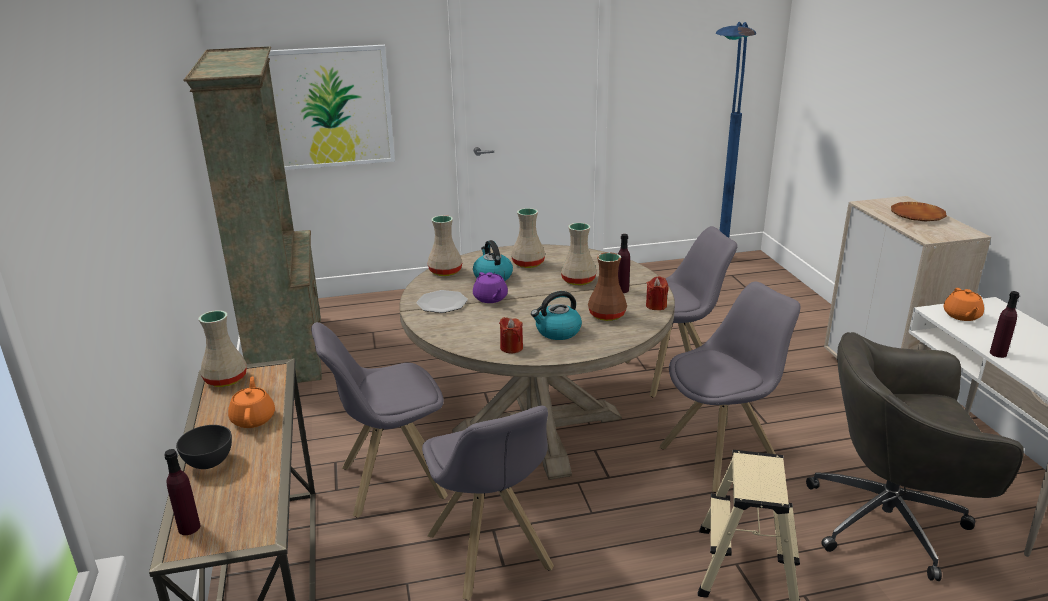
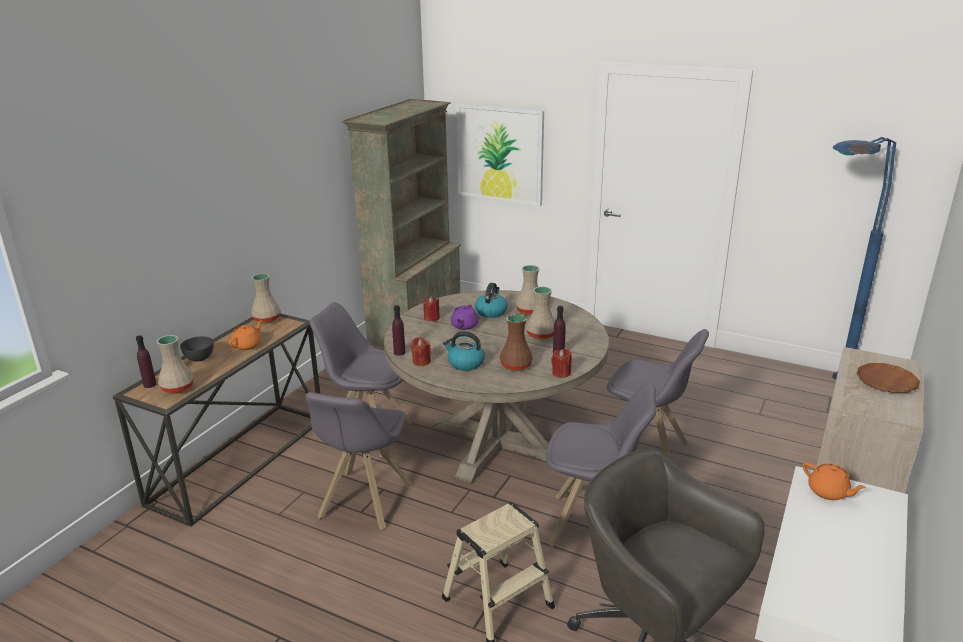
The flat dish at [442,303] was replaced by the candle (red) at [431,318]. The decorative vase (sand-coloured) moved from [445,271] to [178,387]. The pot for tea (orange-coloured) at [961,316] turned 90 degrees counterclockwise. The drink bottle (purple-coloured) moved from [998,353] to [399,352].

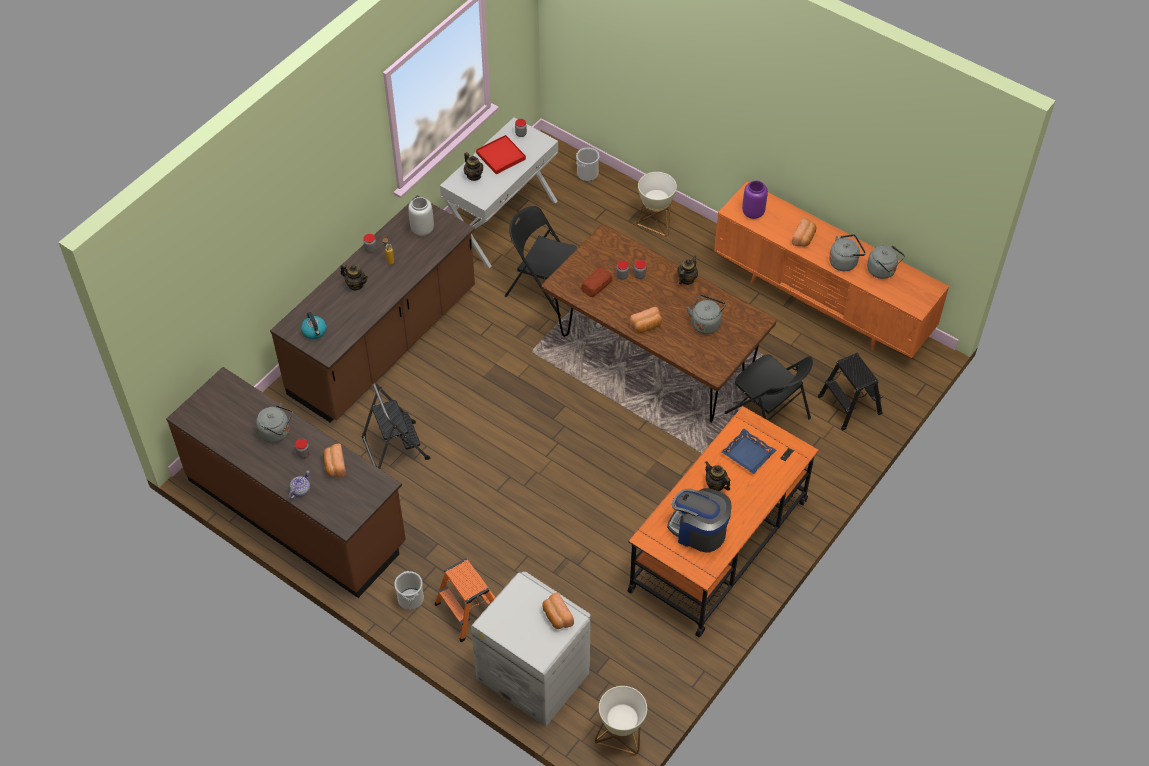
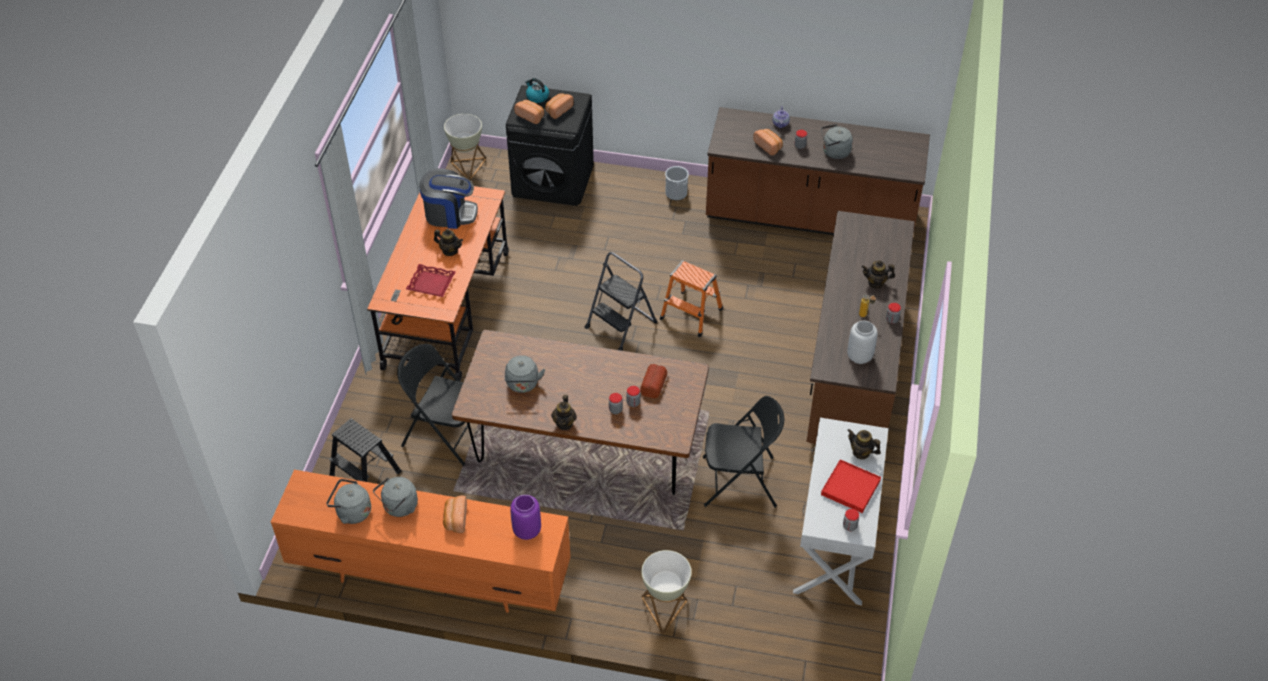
The kettle moved from [314,331] to [537,97]. The step ladder (black-coloured) moved from [392,448] to [623,323]. The step ladder (orange-coloured) moved from [469,610] to [691,313]. The laundry appliance (whitish) at [534,672] became the laundry appliance (black-coloured) at [552,182]. The water bucket at [587,173] disappeared. The bread moved from [646,326] to [558,110]. The serving tray (blue) at [747,454] became the serving tray (red) at [431,283].

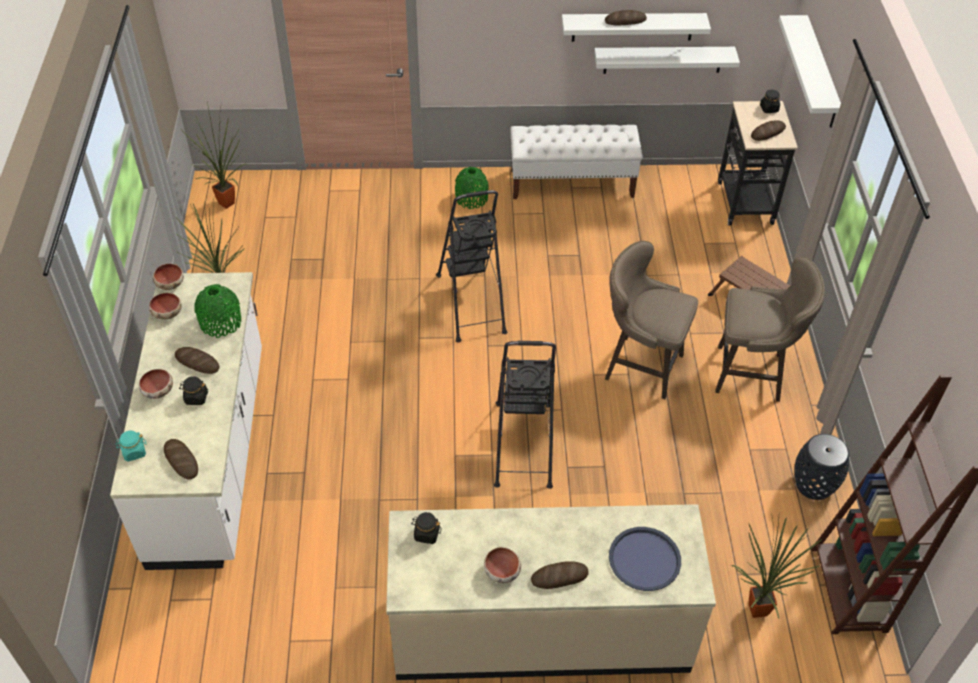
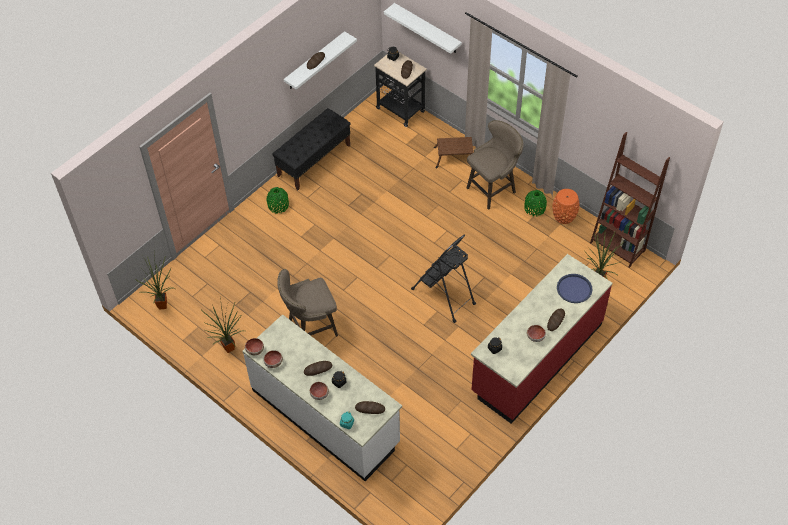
The decorative vase (green) moved from [221,322] to [534,208]. The kitchen counter (sand-coloured) at [540,628] became the kitchen counter (red) at [536,358]. The step ladder at [471,304] disappeared. The indoor bench (whitish) at [572,183] became the indoor bench (black-coloured) at [314,160]. The wall shelf (whitish) at [663,59] disappeared. The stool seat (sand-coloured) moved from [640,365] to [310,329]. The stool seat (black-coloured) at [814,484] became the stool seat (orange-coloured) at [564,216].

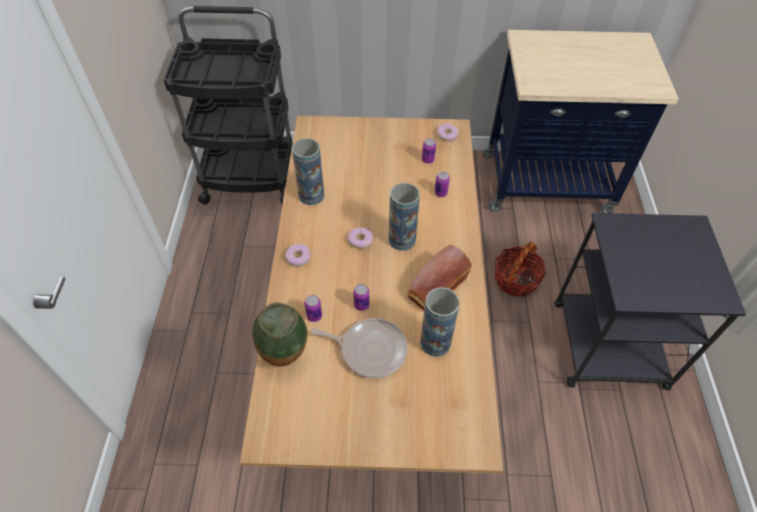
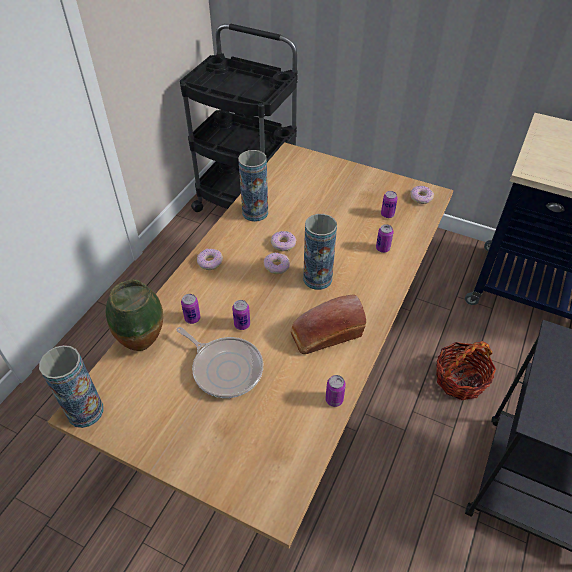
The decorative vase moved from [435,342] to [85,411]. The ring doughnut at [283,244] appeared. The can at [334,399] appeared.

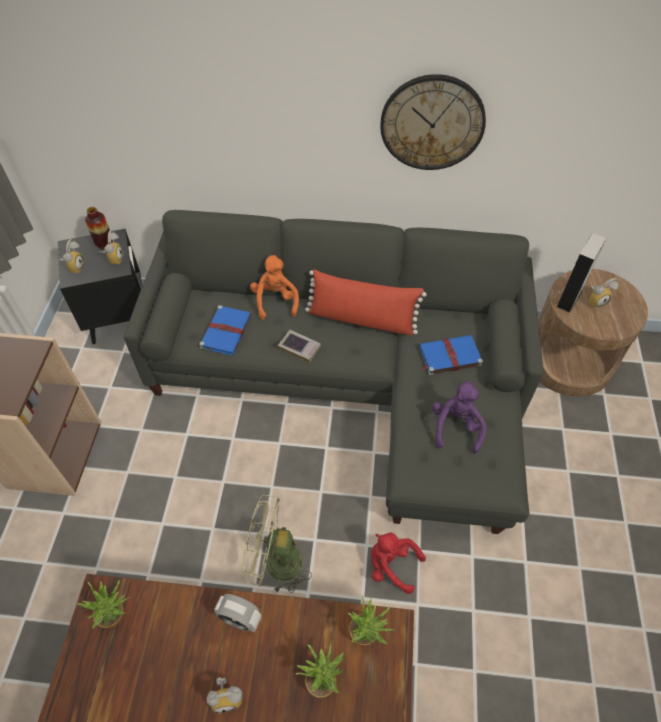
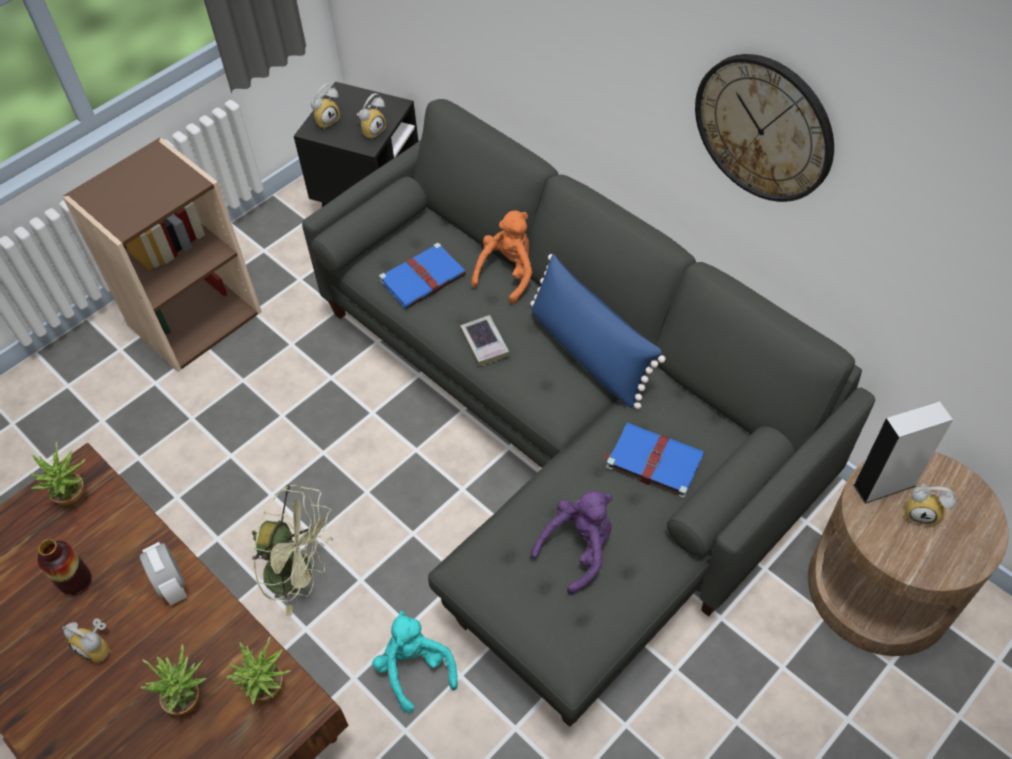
The decorative vase moved from [104,244] to [77,582]. The cooling fan (green) at [275,563] turned 150 degrees clockwise. The cushion (red) at [362,319] became the cushion (blue) at [589,353]. The soft toy (red) at [391,566] became the soft toy (blue-green) at [415,668].

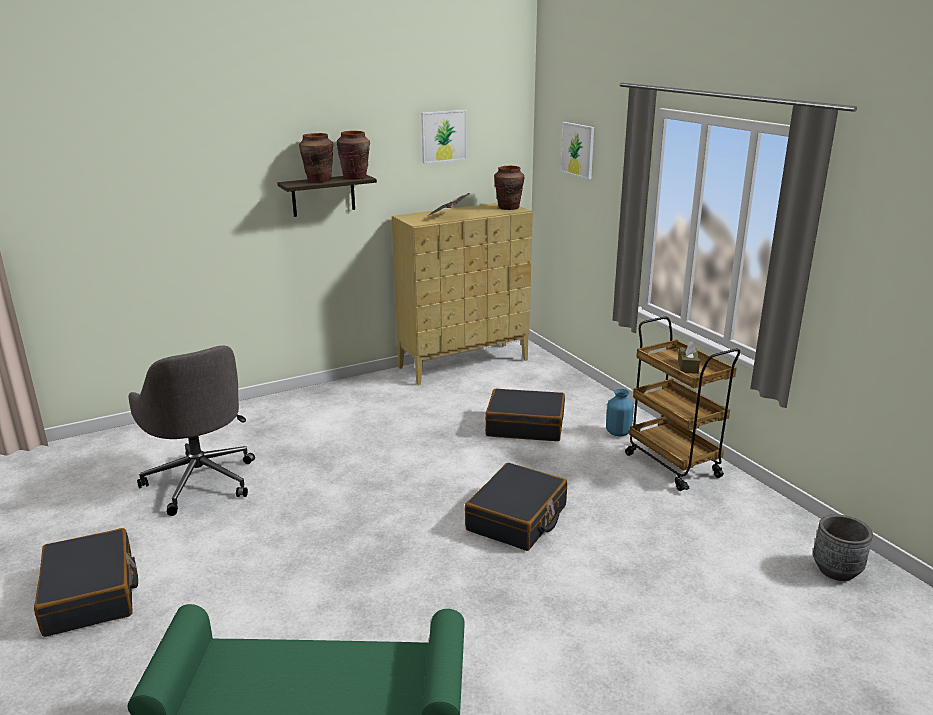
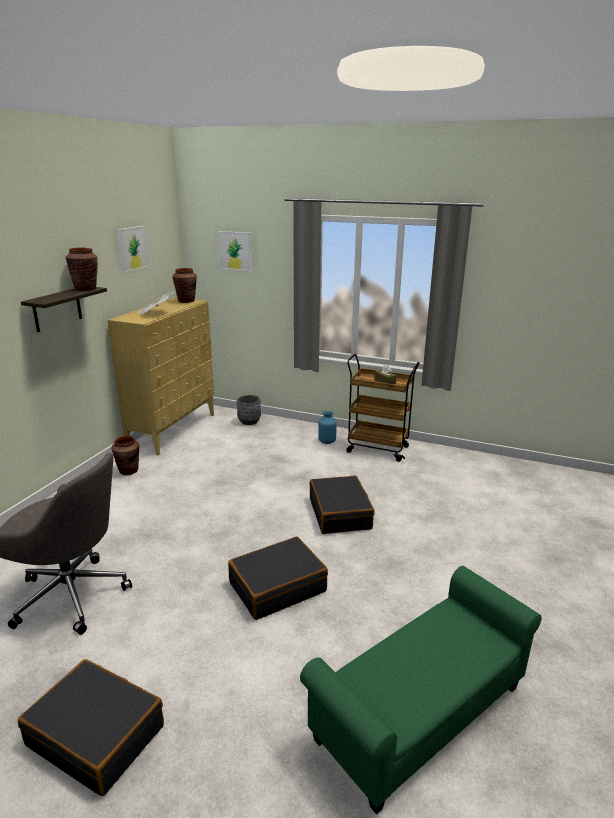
The decorative vase (brown) moved from [319,180] to [128,471]. The suitcase (black-coloured) moved from [525,426] to [277,587]. The planter (gray) moved from [836,570] to [249,421].

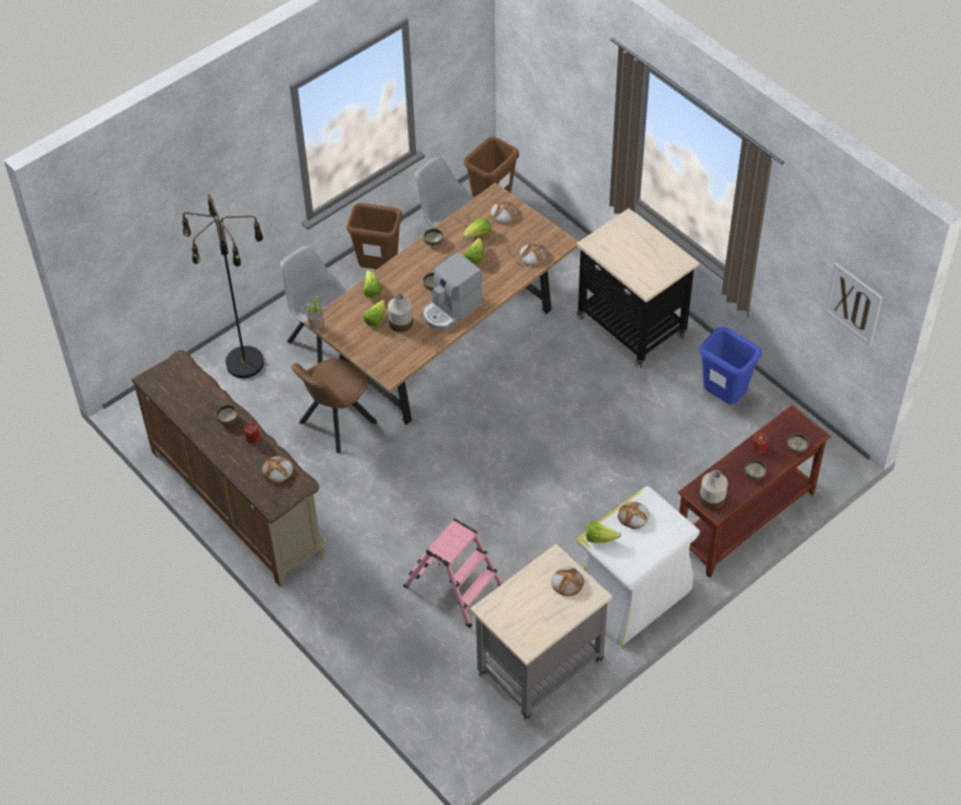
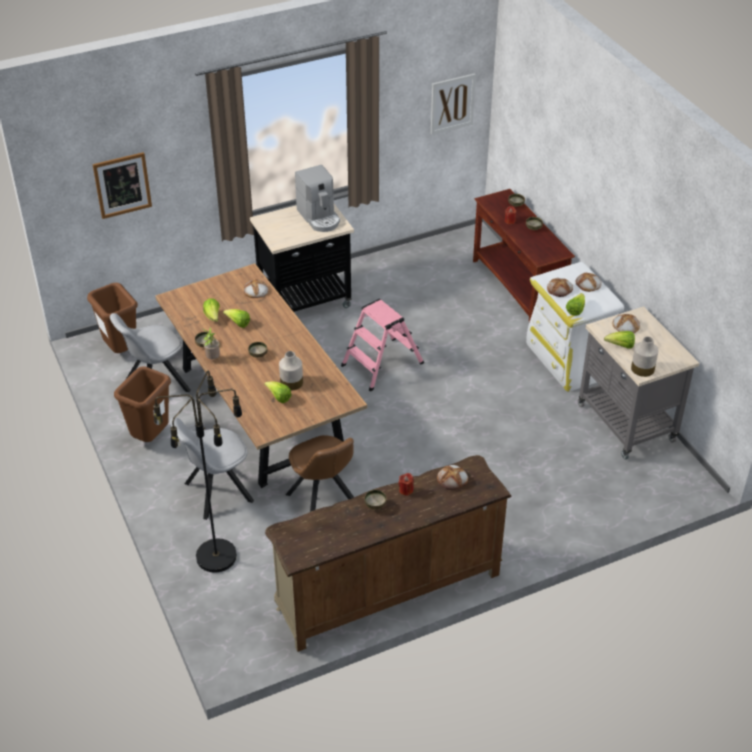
The potted plant moved from [317,327] to [212,359]. The head of lettuce moved from [371,290] to [620,346]. The step ladder (pinkish) moved from [453,586] to [382,364]. The coffee maker moved from [451,310] to [319,217]. The bread moved from [503,214] to [588,284]. The waste bin (blue) at [724,398] disappeared. The decorative vase (sand-coloured) moved from [712,498] to [642,368]. The wall art at [122,185] appeared.

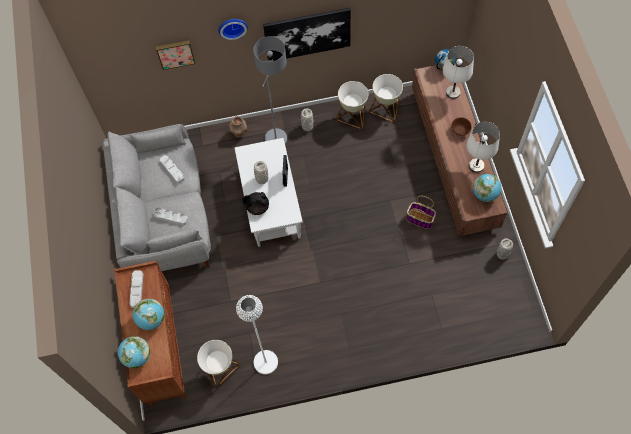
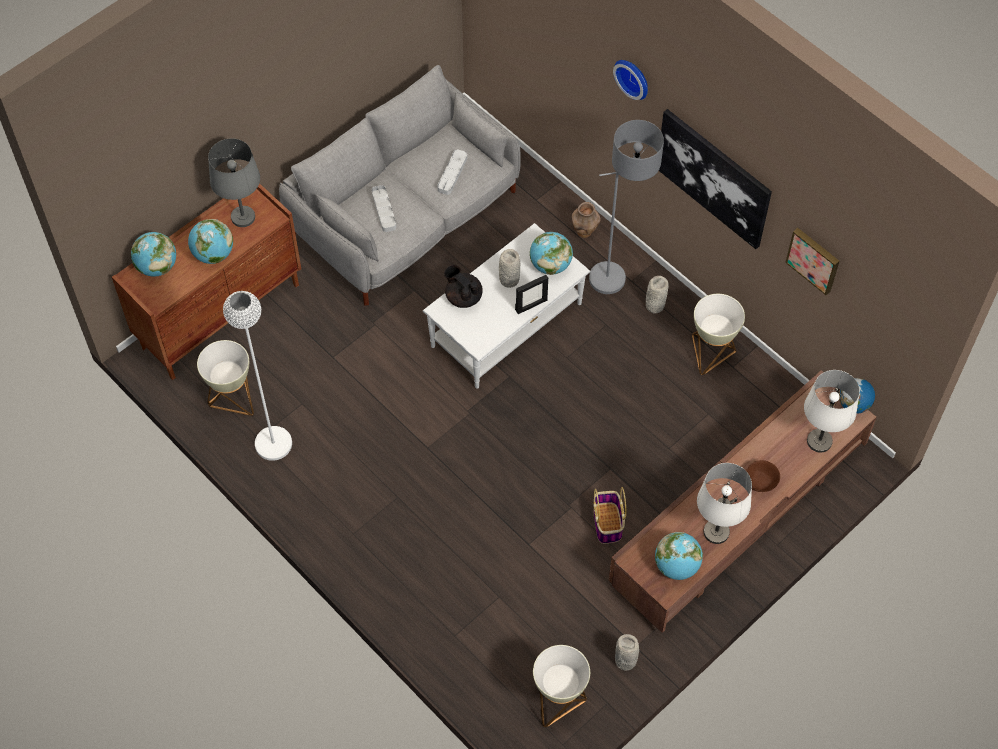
The serving tray (gray) at [137,289] was replaced by the table lamp (gray) at [242,217]. The wall art moved from [175,53] to [814,259]. The planter moved from [386,110] to [558,700]. The world globe at [550,265] appeared.

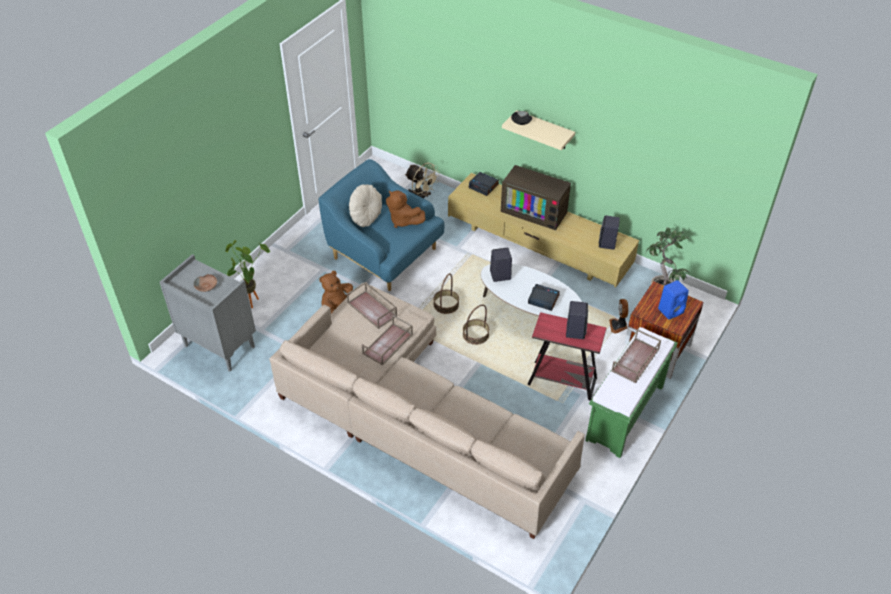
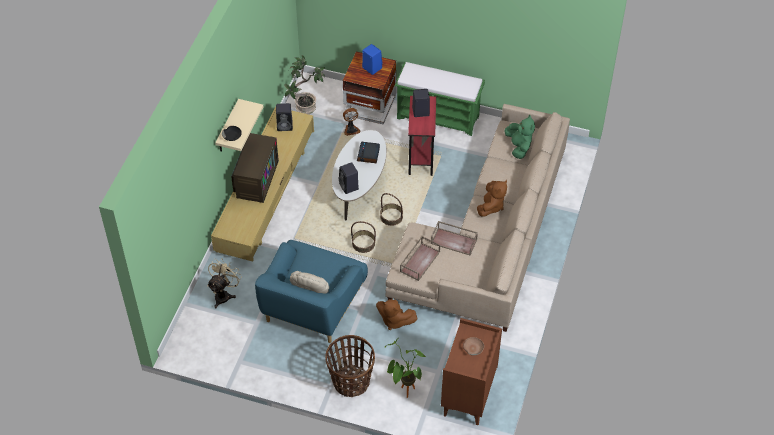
The storage cabinet (gray) at [219,346] became the storage cabinet (brown) at [468,397]. The soft toy (brown) moved from [403,221] to [491,206]. The table clock at [484,186] disappeared. The serving tray (brown) at [635,361] disappeared. The storage basket at [351,381] appeared. The soft toy (green) at [519,147] appeared.

